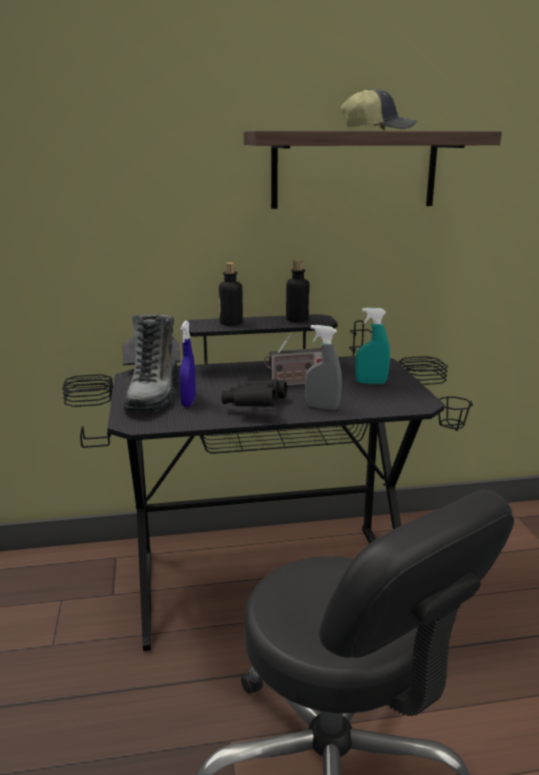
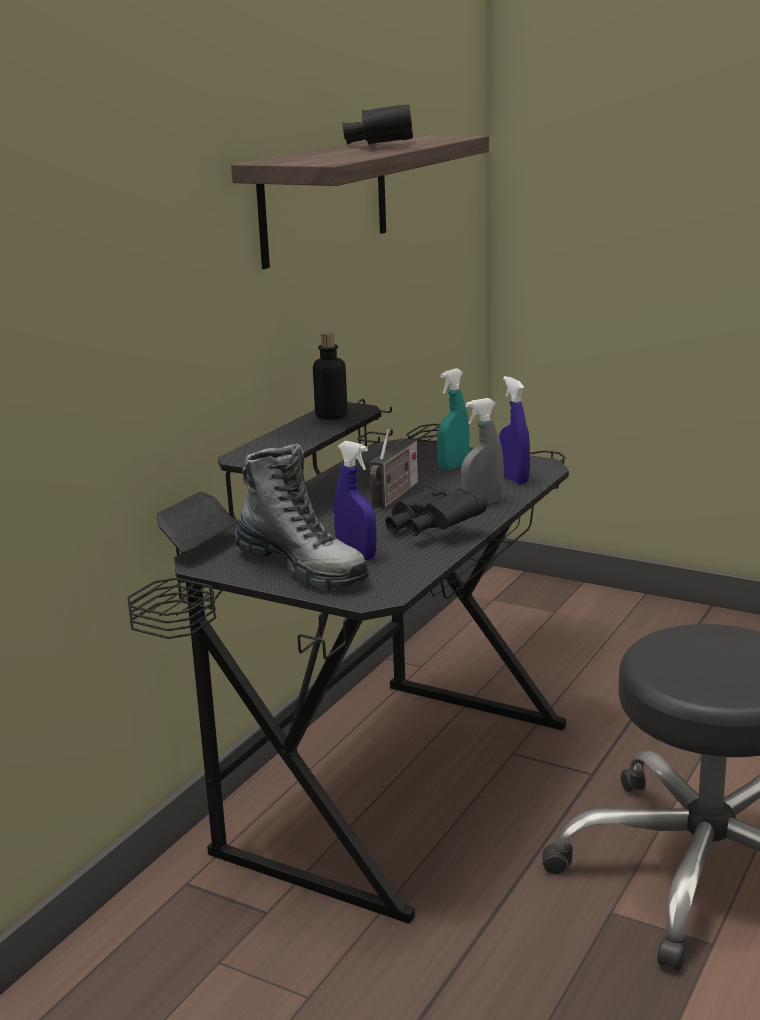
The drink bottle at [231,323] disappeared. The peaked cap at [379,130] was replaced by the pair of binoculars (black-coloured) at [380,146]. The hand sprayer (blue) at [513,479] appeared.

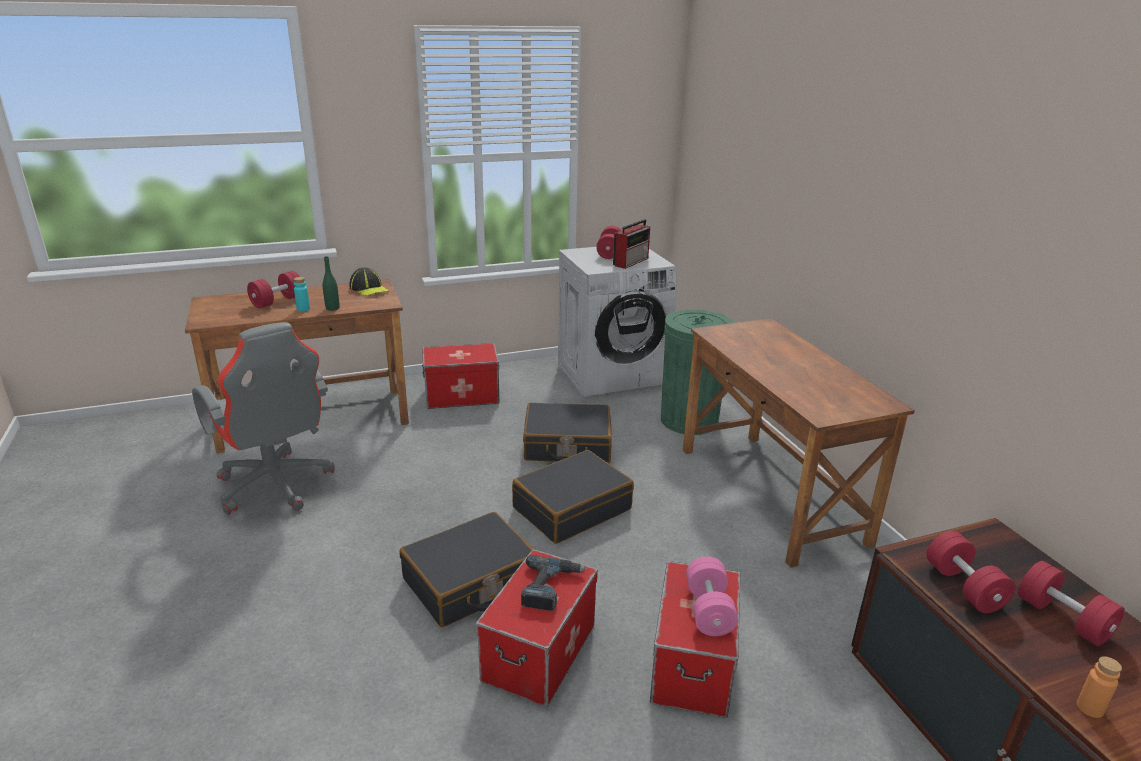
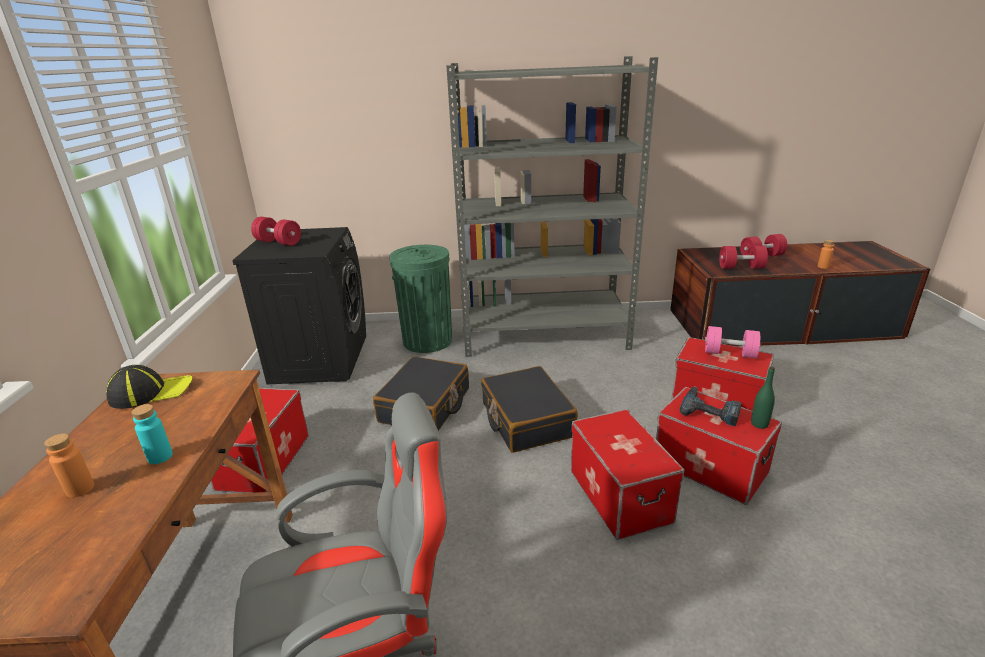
The free weight (red) at [277,301] was replaced by the drink bottle (orange-coloured) at [80,489]. The drink bottle (green) moved from [332,308] to [759,424]. The suitcase (black-coloured) at [471,582] was replaced by the storage box at [619,495]. The laundry appliance (whitish) at [611,376] became the laundry appliance (black-coloured) at [321,360]. The radio receiver at [631,262] disappeared. The desk table (brown) at [770,494] was replaced by the bookshelf (gray) at [544,333].

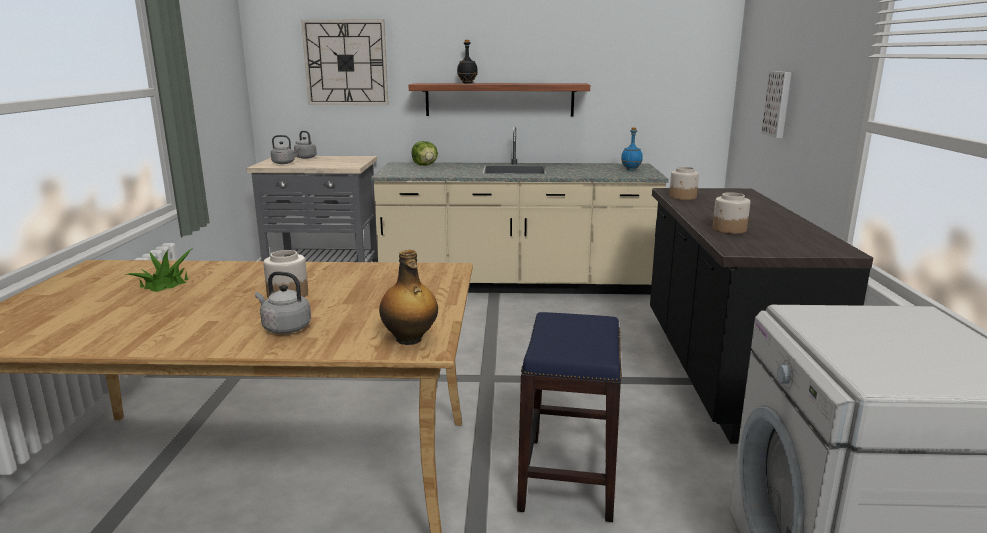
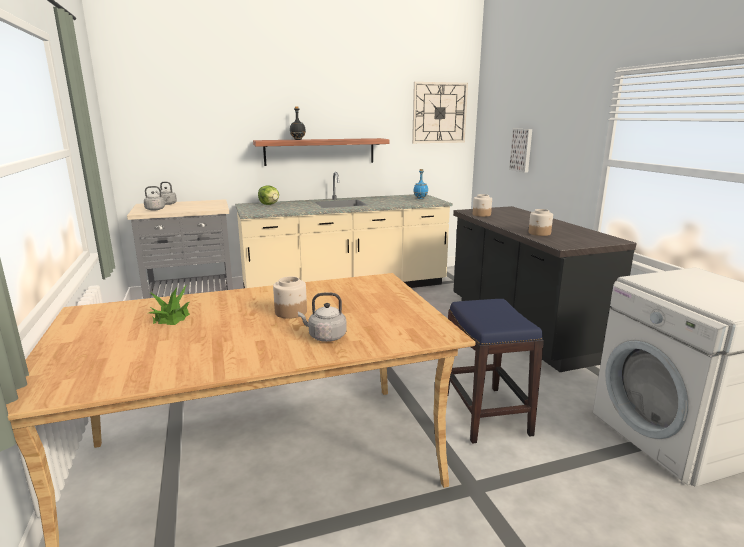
The hanging clock moved from [346,63] to [439,113]. The drink bottle at [409,340] disappeared.

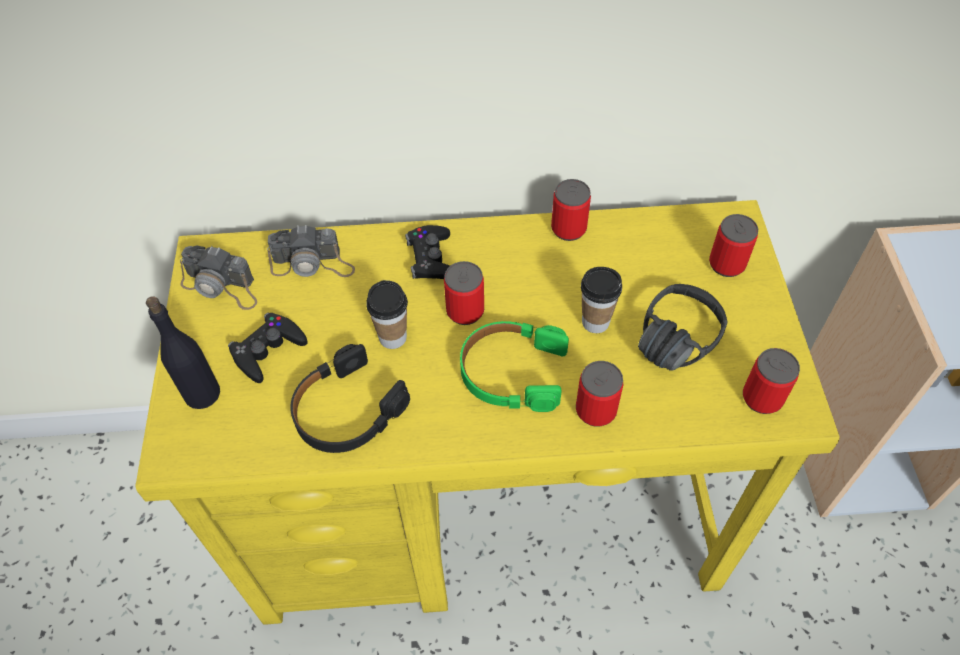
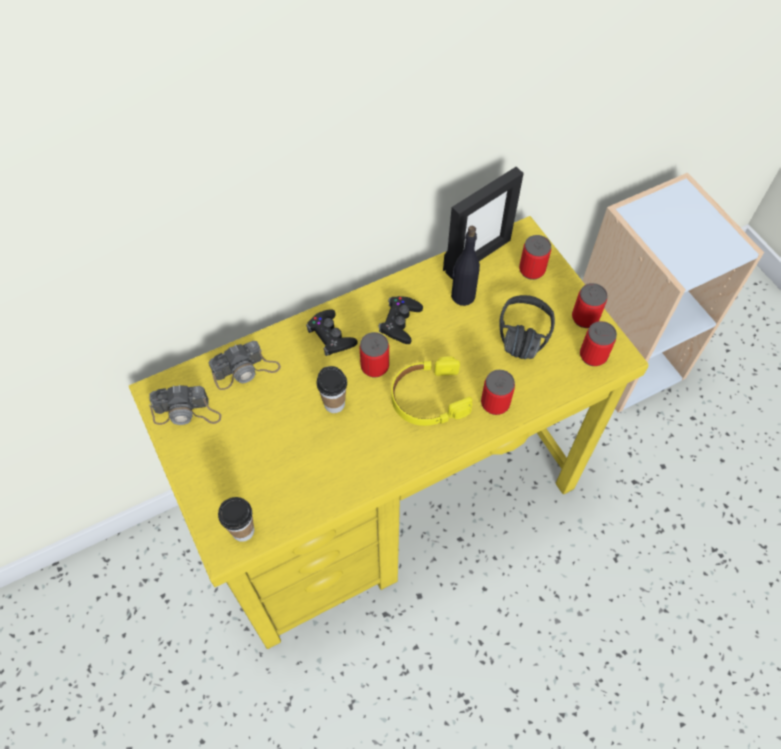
The drink bottle (black-coloured) moved from [202,393] to [462,296]. The game controller (black-coloured) moved from [268,350] to [400,322]. The pair of headphones (black-coloured) at [347,410] disappeared. The pair of headphones (green) at [512,372] became the pair of headphones (yellowish) at [428,398]. The can moved from [568,229] to [585,318]. The drinking cup moved from [595,322] to [243,530]. The photo frame at [477,255] appeared.

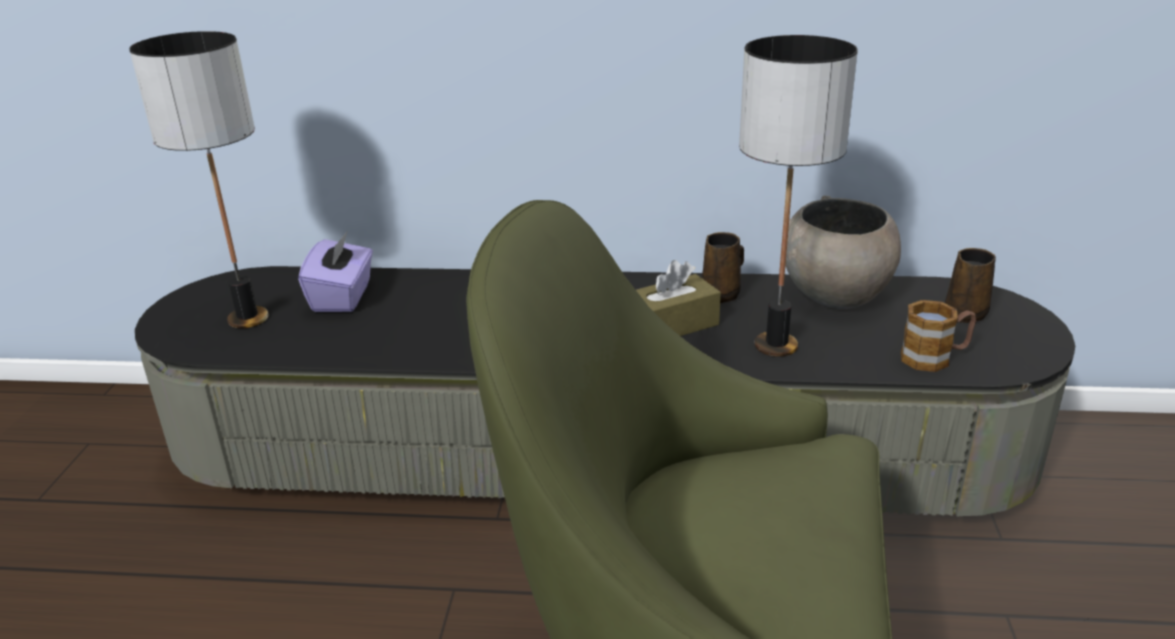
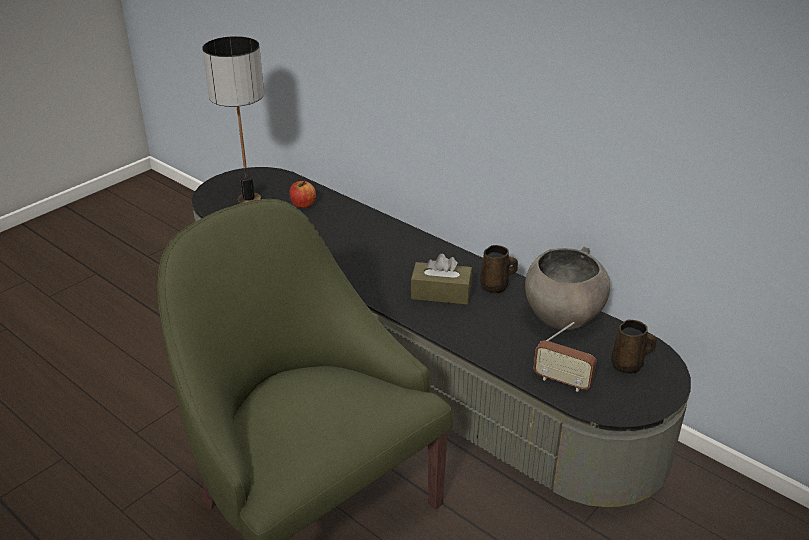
The tissue holder (purple-coloured) at [343,297] was replaced by the apple at [303,204]. The table lamp at [775,346] disappeared. The tea mug at [935,357] was replaced by the radio receiver at [562,381].

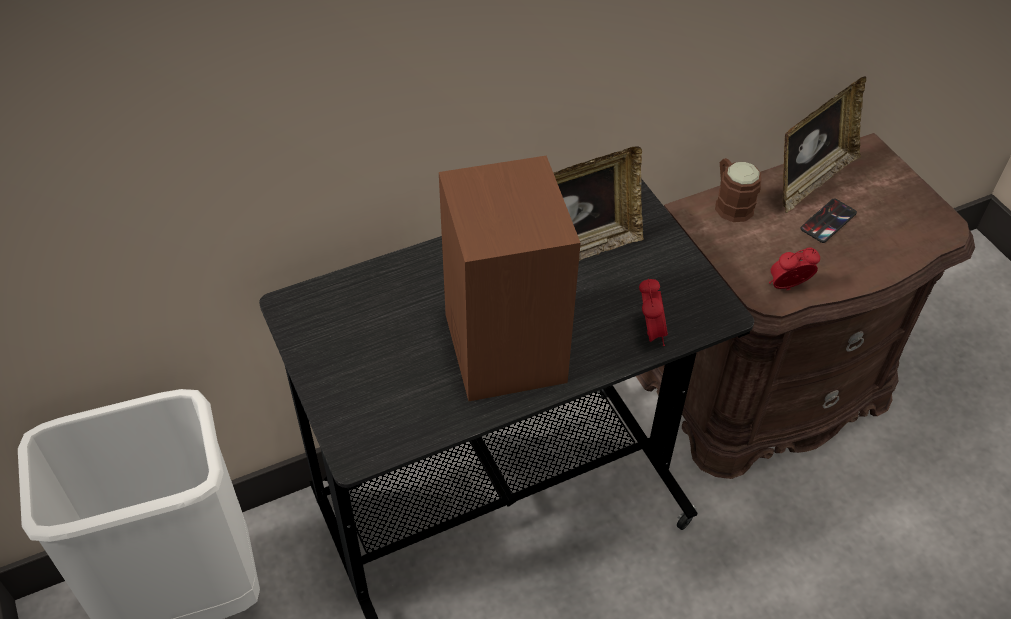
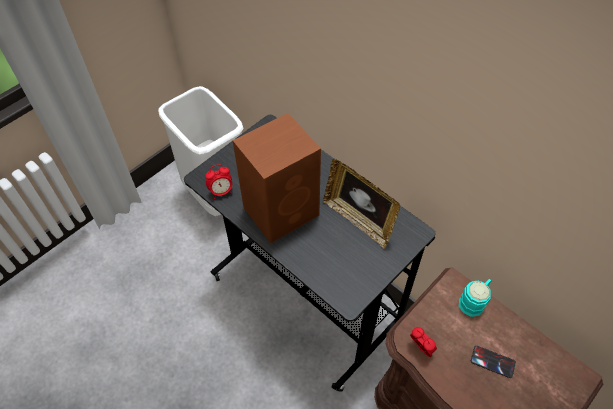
The table clock moved from [650,333] to [221,192]. The tea mug (brown) at [730,202] became the tea mug (blue-green) at [474,301]. The photo frame at [811,179] disappeared.

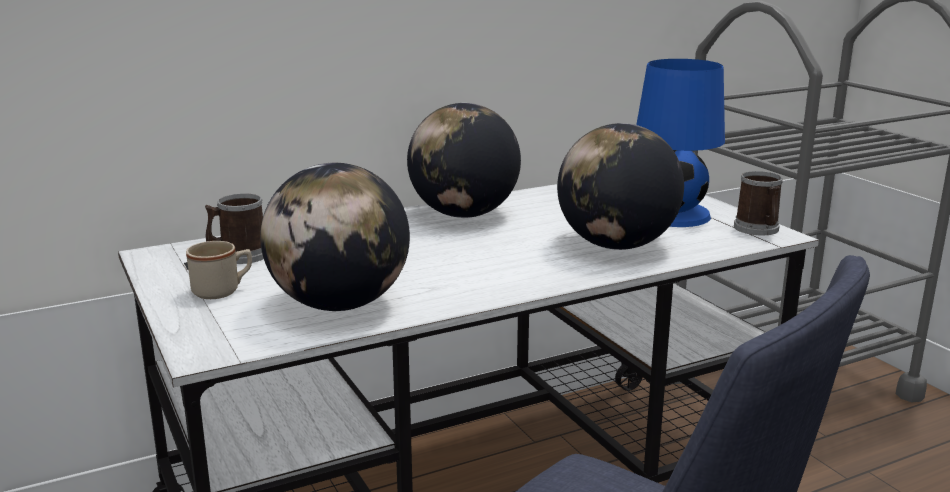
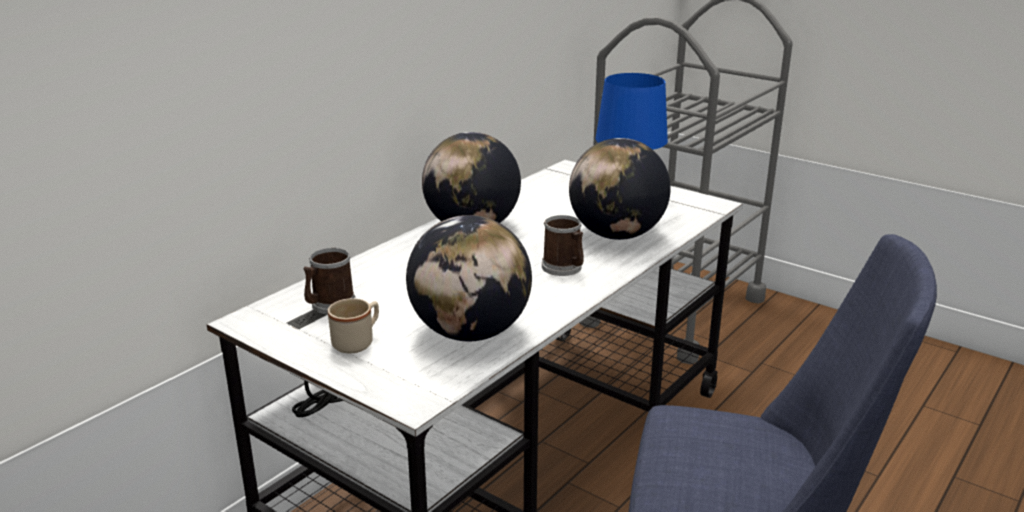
The tea mug moved from [758,229] to [564,268].

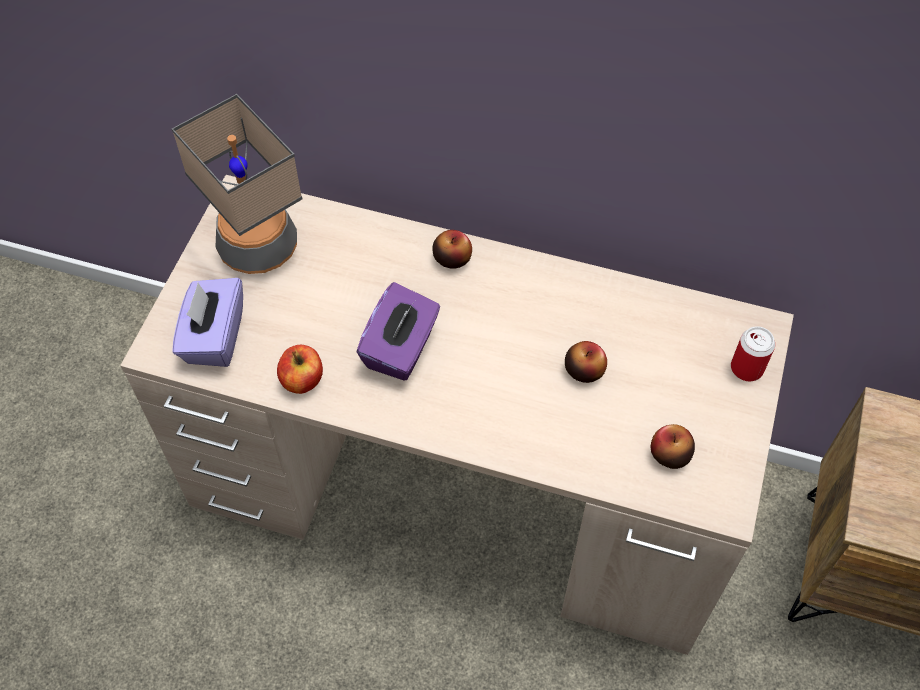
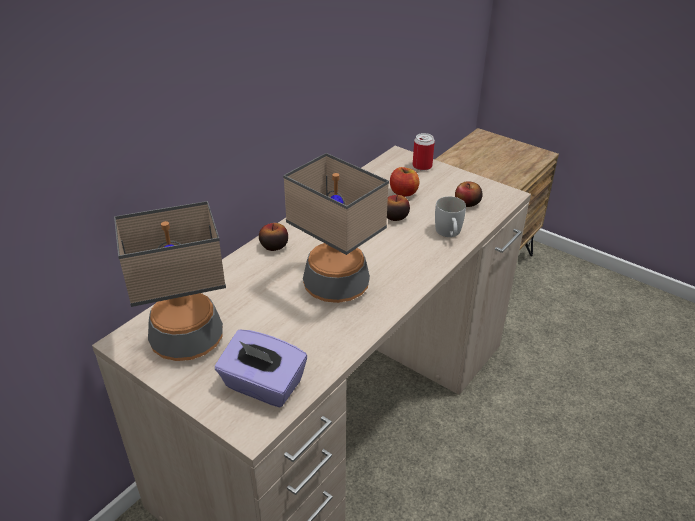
The apple moved from [302,380] to [403,192]. The tissue holder (purple-coloured) at [401,348] was replaced by the table lamp at [336,286]. The tea mug (whitish) at [449,234] appeared.

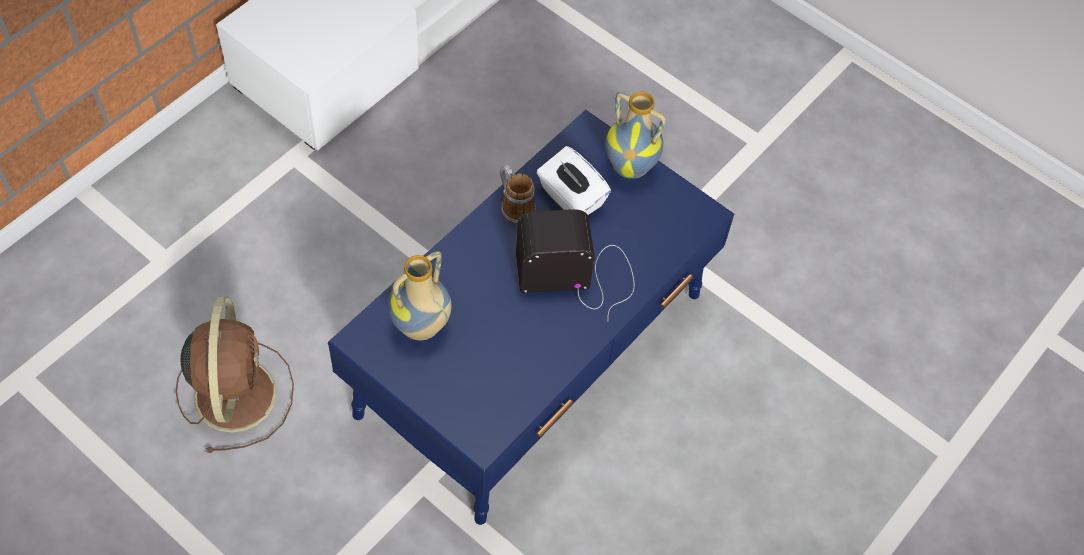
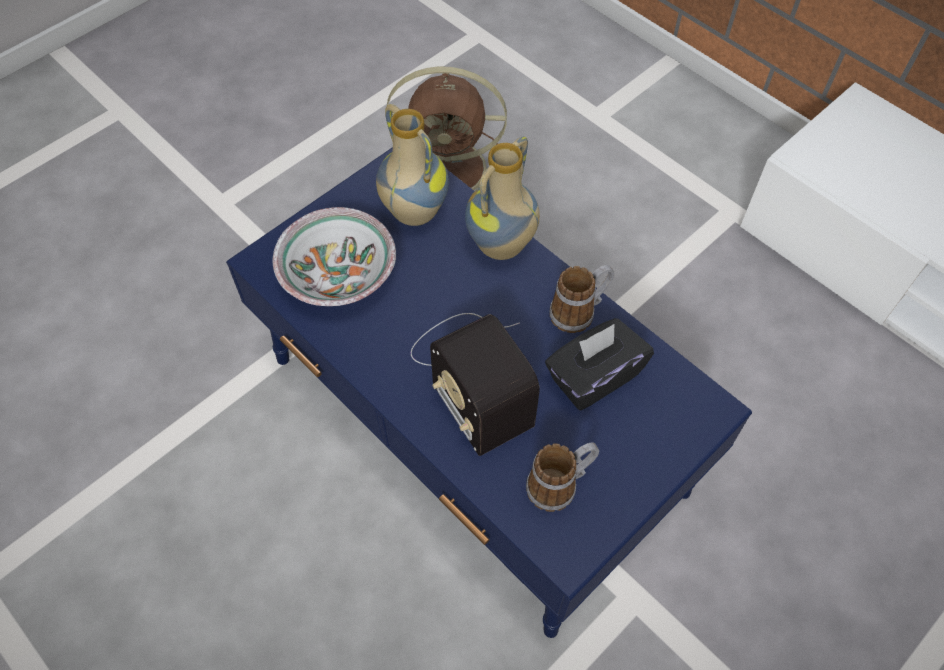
The radio receiver at [579,274] turned 150 degrees clockwise. The tissue holder (whitish) at [571,198] became the tissue holder (black-coloured) at [593,377]. The decorative vase moved from [631,166] to [502,246]. The deep dish at [340,274] appeared. The tea mug at [560,484] appeared.

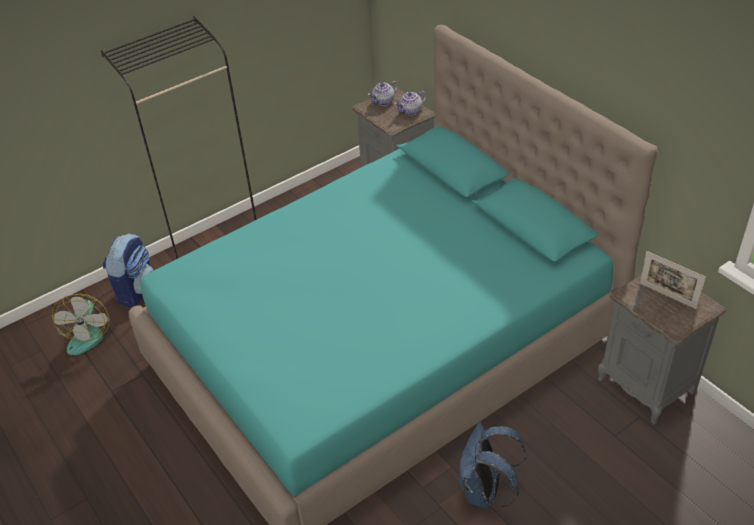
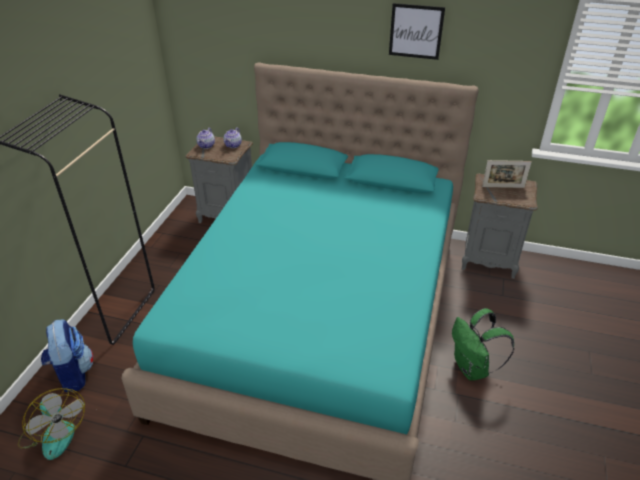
The knapsack (blue) at [484,492] became the knapsack (green) at [472,368]. The wall art at [416,31] appeared.

